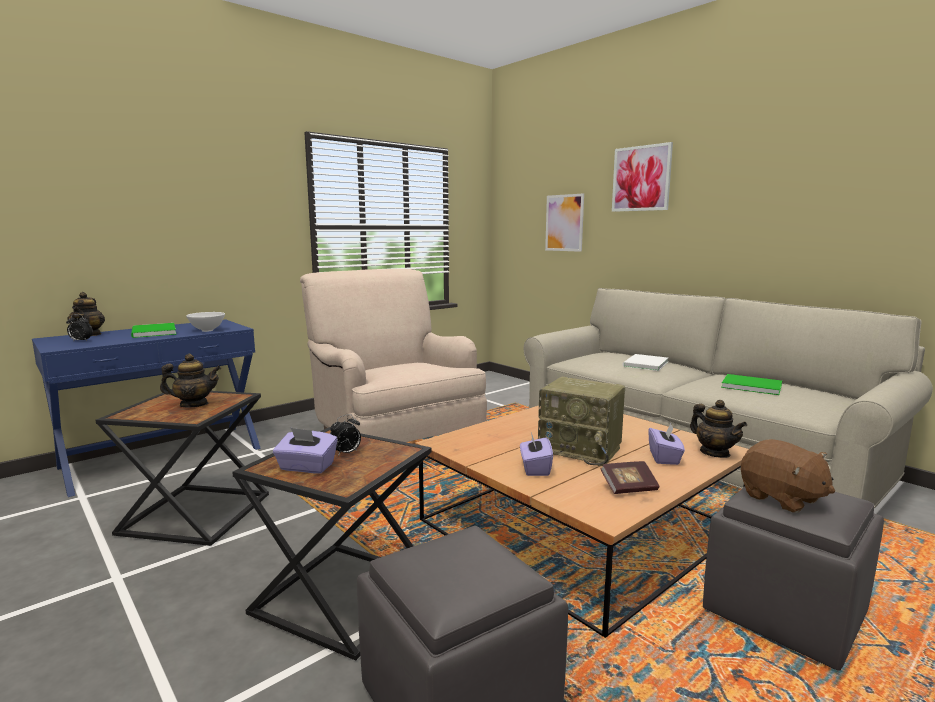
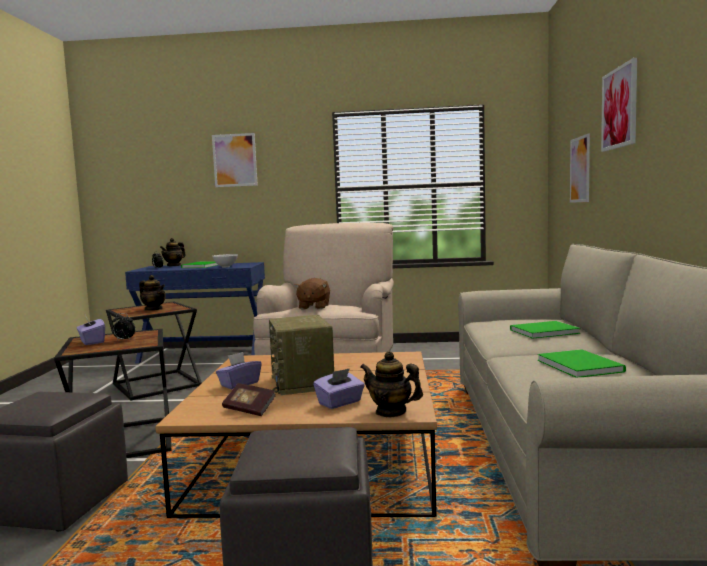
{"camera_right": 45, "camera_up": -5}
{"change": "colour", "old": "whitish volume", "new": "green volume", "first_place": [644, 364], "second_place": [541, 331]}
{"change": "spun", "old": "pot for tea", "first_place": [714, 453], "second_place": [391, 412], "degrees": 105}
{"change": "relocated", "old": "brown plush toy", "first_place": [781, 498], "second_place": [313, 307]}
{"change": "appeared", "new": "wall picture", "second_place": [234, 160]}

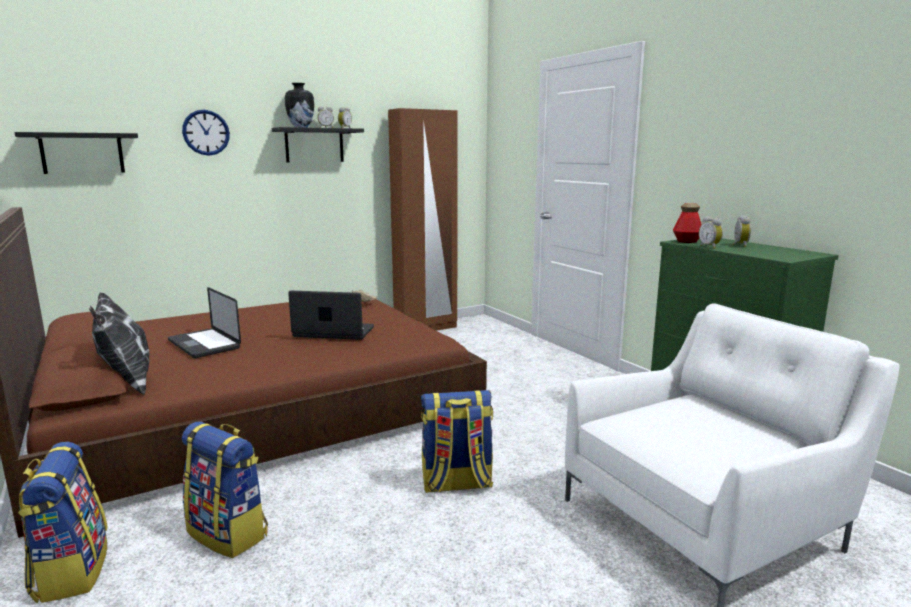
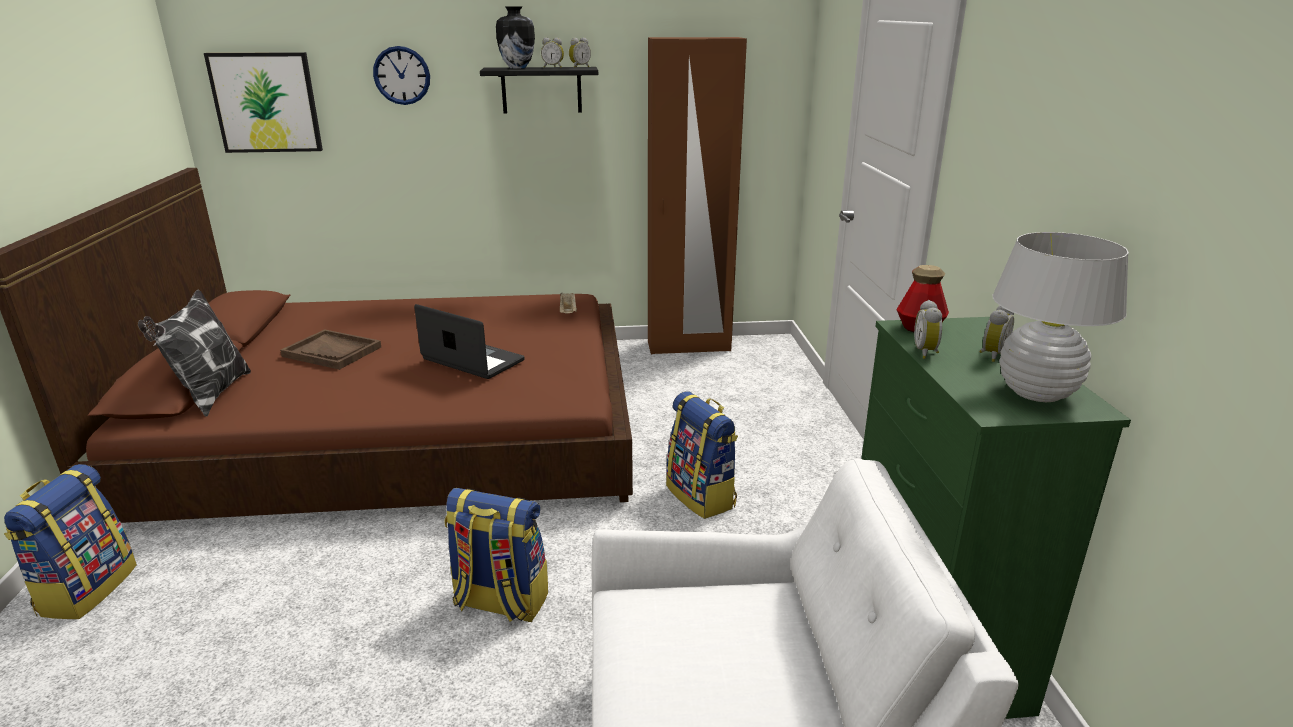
{"camera_right": 25, "camera_up": 10}
{"change": "exchanged", "old": "blackish bracket shelf", "new": "wall picture", "first_place": [82, 153], "second_place": [266, 103]}
{"change": "exchanged", "old": "portable computer", "new": "brown serving tray", "first_place": [204, 344], "second_place": [332, 352]}
{"change": "relocated", "old": "backpack", "first_place": [229, 533], "second_place": [702, 496]}
{"change": "appeared", "new": "whitish lamp for a table", "second_place": [1036, 393]}

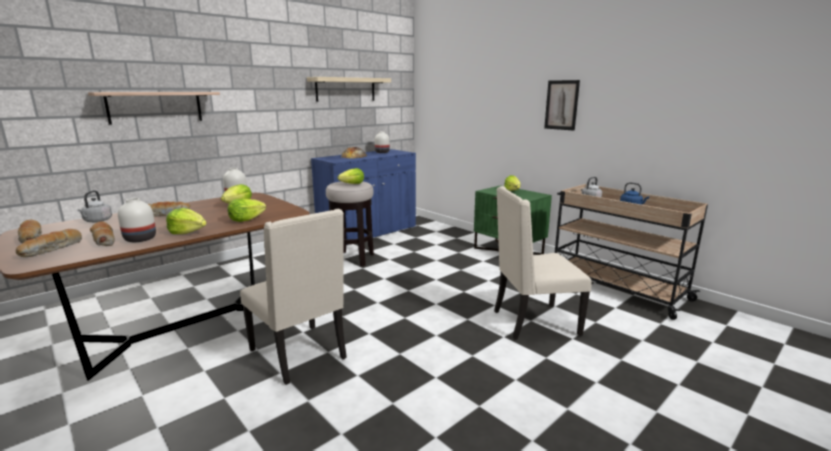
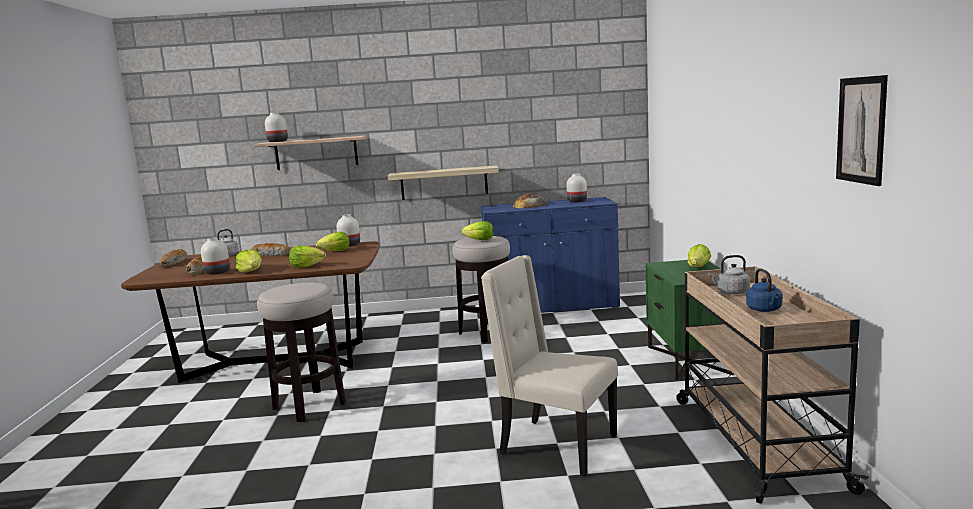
{"camera_right": 40, "camera_up": -5}
{"change": "relocated", "old": "bracket shelf", "first_place": [345, 89], "second_place": [444, 183]}
{"change": "relocated", "old": "wall picture", "first_place": [561, 105], "second_place": [861, 130]}
{"change": "exchanged", "old": "beige-coloured chair", "new": "sitting stool", "first_place": [300, 354], "second_place": [309, 406]}
{"change": "missing", "old": "bakery bread", "first_place": [53, 249]}
{"change": "appeared", "new": "whitish flower vase", "second_place": [278, 141]}

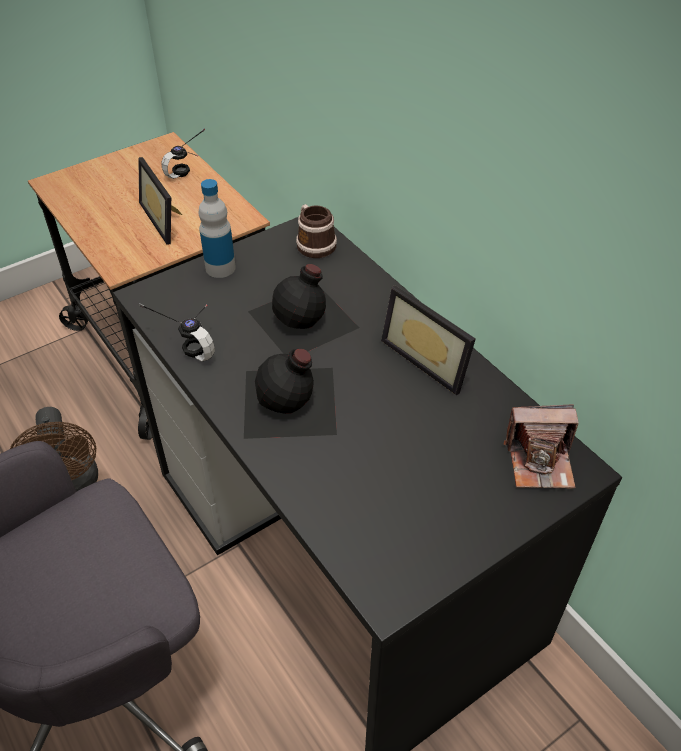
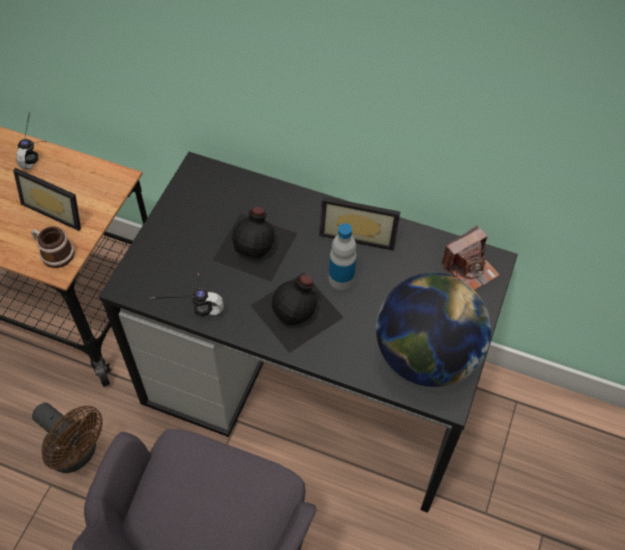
{"camera_right": -35, "camera_up": 10}
{"change": "relocated", "old": "beverage bottle", "first_place": [220, 268], "second_place": [341, 279]}
{"change": "relocated", "old": "mug", "first_place": [314, 243], "second_place": [54, 253]}
{"change": "appeared", "new": "globe", "second_place": [425, 356]}

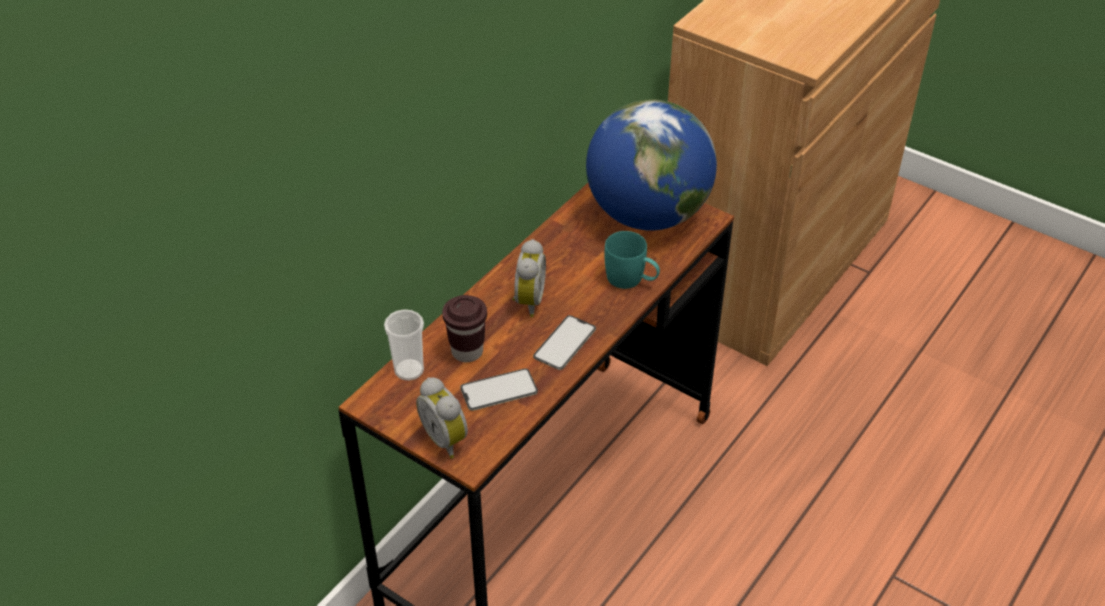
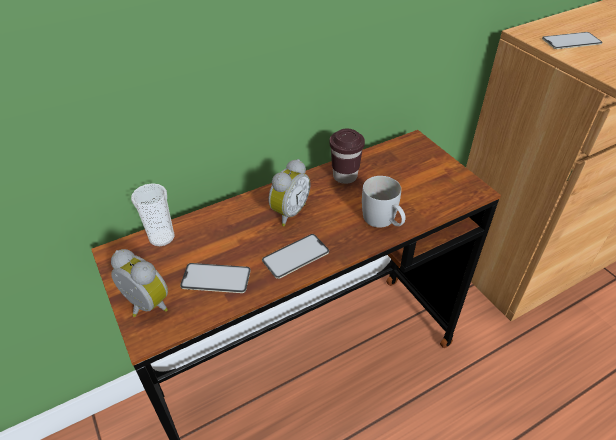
{"camera_right": 25, "camera_up": 0}
{"change": "missing", "old": "globe", "first_place": [647, 215]}
{"change": "colour", "old": "blue-green mug", "new": "whitish mug", "first_place": [631, 280], "second_place": [383, 221]}
{"change": "relocated", "old": "brown drinking cup", "first_place": [467, 351], "second_place": [345, 176]}
{"change": "spun", "old": "table clock", "first_place": [447, 439], "second_place": [145, 306], "degrees": 135}
{"change": "appeared", "new": "phone", "second_place": [571, 41]}

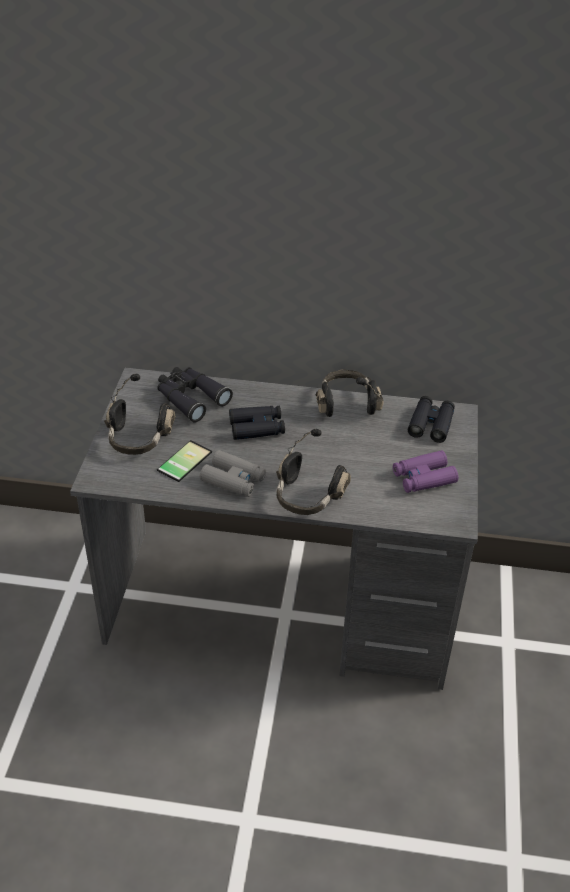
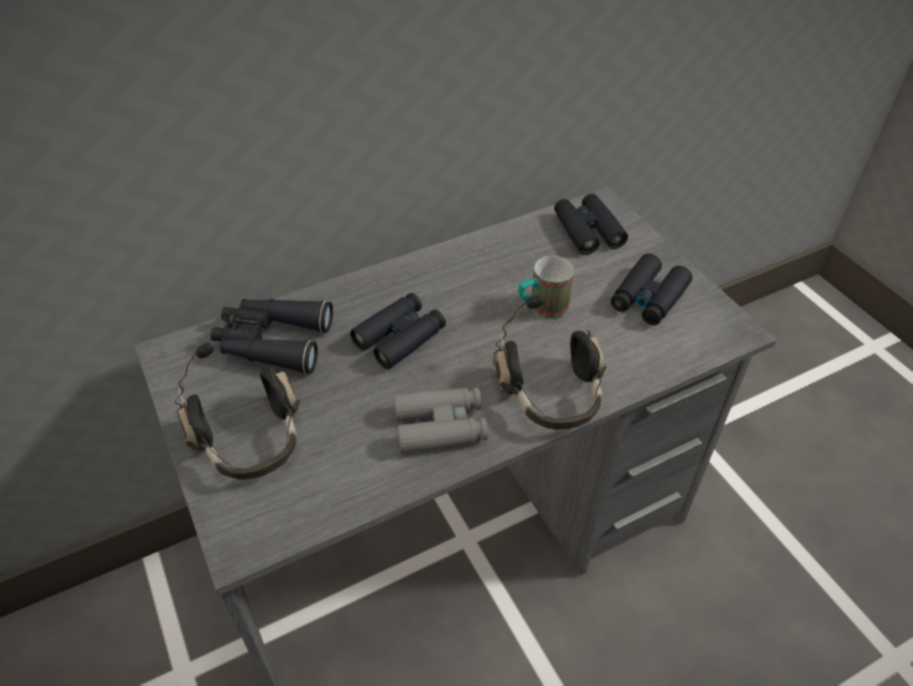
{"camera_right": -35, "camera_up": 5}
{"change": "missing", "old": "blackish pair of headphones", "first_place": [346, 403]}
{"change": "missing", "old": "phone", "first_place": [182, 460]}
{"change": "colour", "old": "purplish field glasses", "new": "blackish field glasses", "first_place": [423, 478], "second_place": [648, 298]}
{"change": "appeared", "new": "mug", "second_place": [541, 309]}

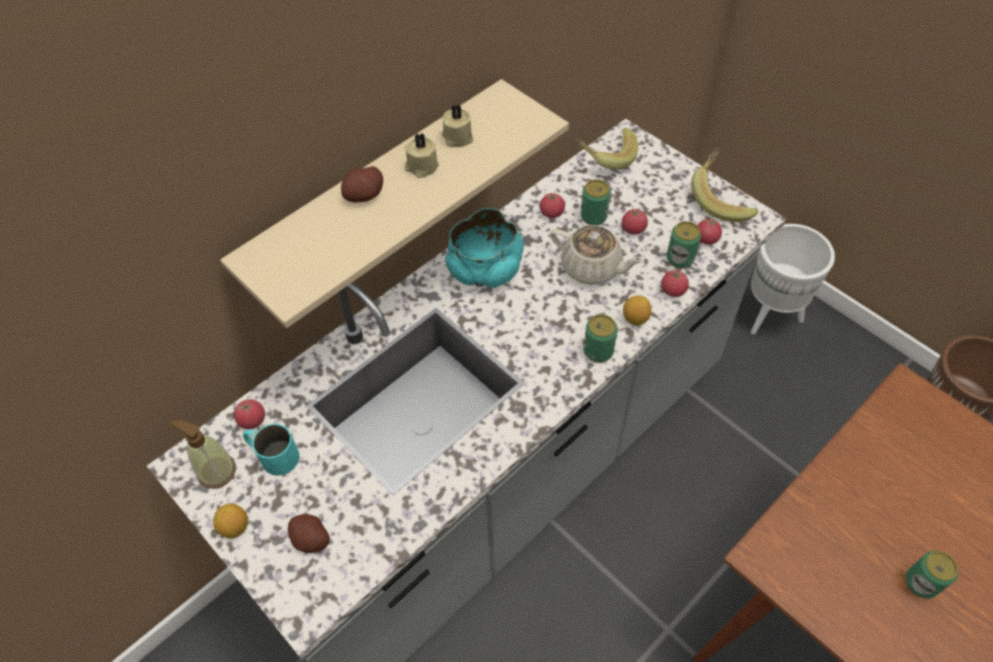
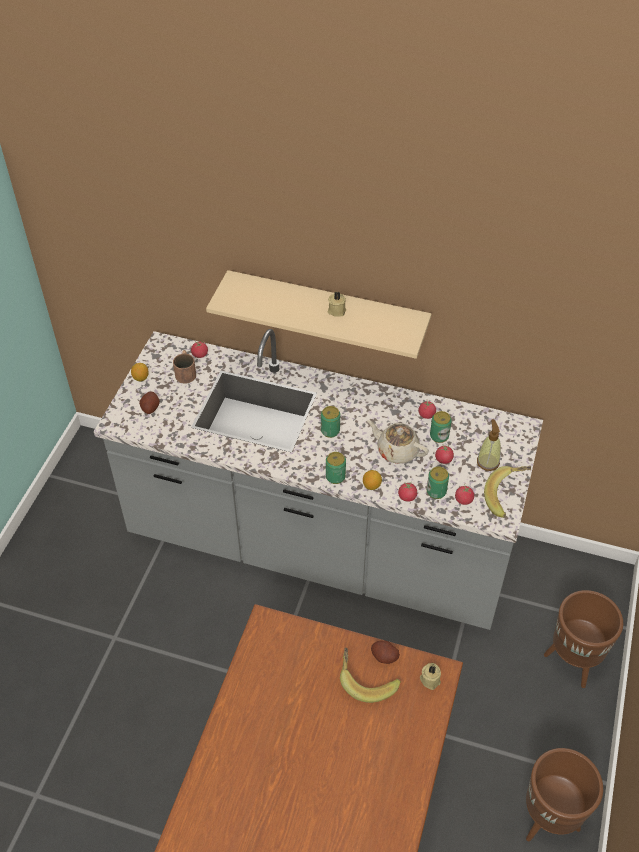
{"camera_right": 60, "camera_up": -5}
{"change": "relocated", "old": "beige-coloured wax light", "first_place": [457, 137], "second_place": [430, 679]}
{"change": "relocated", "old": "banana fruit", "first_place": [605, 156], "second_place": [366, 680]}
{"change": "relocated", "old": "whole potato", "first_place": [364, 195], "second_place": [384, 656]}
{"change": "missing", "old": "blue-green bowl", "first_place": [485, 268]}
{"change": "colour", "old": "whitish flower pot", "new": "brown flower pot", "first_place": [771, 314], "second_place": [573, 662]}
{"change": "spun", "old": "beige-coloured pot for tea", "first_place": [592, 267], "second_place": [396, 451], "degrees": 120}
{"change": "relocated", "old": "soap bottle", "first_place": [216, 471], "second_place": [488, 462]}
{"change": "colour", "old": "blue-green mug", "new": "brown mug", "first_place": [272, 454], "second_place": [185, 371]}
{"change": "relocated", "old": "metal can", "first_place": [921, 583], "second_place": [330, 431]}

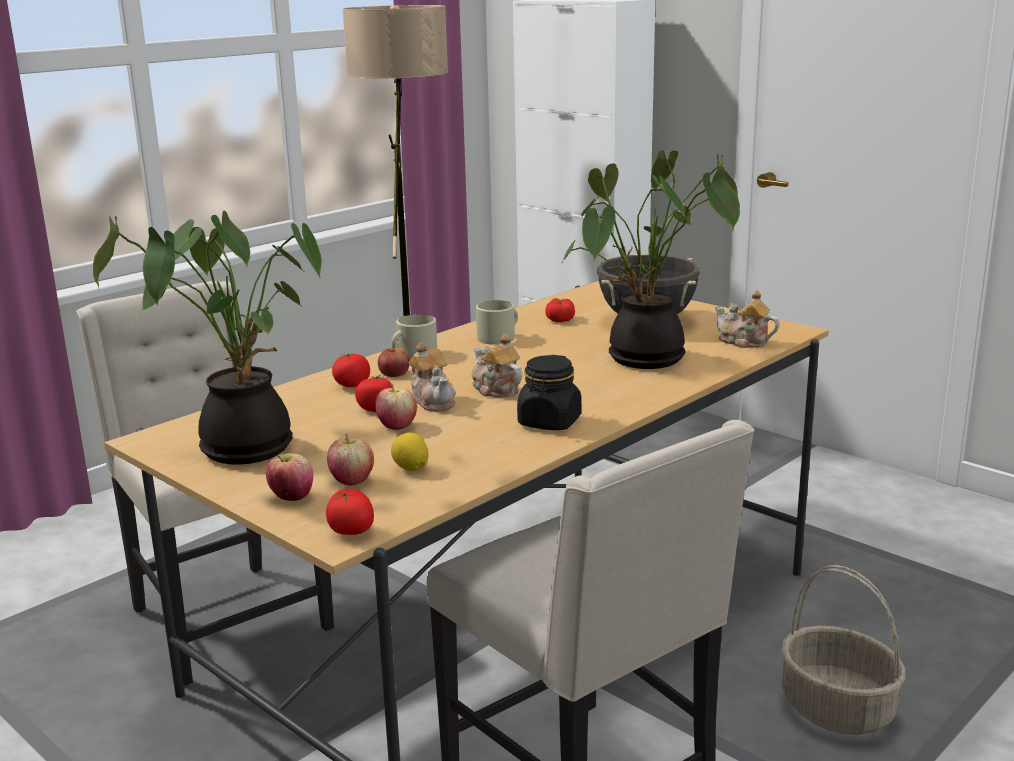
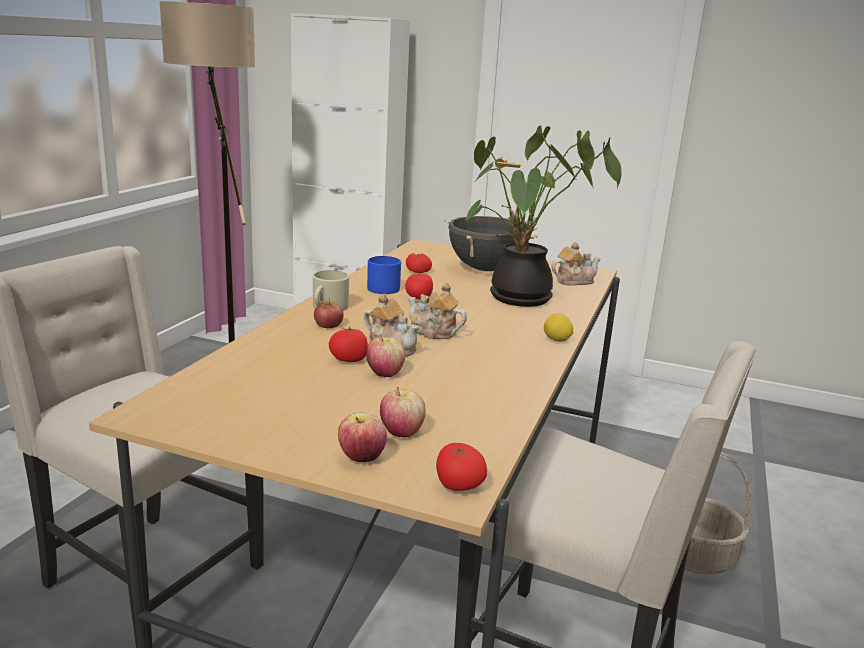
{"camera_right": -25, "camera_up": 0}
{"change": "missing", "old": "potted plant", "first_place": [242, 446]}
{"change": "spun", "old": "pot for tea", "first_place": [744, 342], "second_place": [573, 281], "degrees": 150}
{"change": "colour", "old": "beige-coloured mug", "new": "blue mug", "first_place": [499, 337], "second_place": [385, 287]}
{"change": "relocated", "old": "whole tomato", "first_place": [352, 385], "second_place": [419, 298]}
{"change": "missing", "old": "blackish storage jar", "first_place": [549, 422]}
{"change": "relocated", "old": "lemon", "first_place": [410, 469], "second_place": [556, 340]}

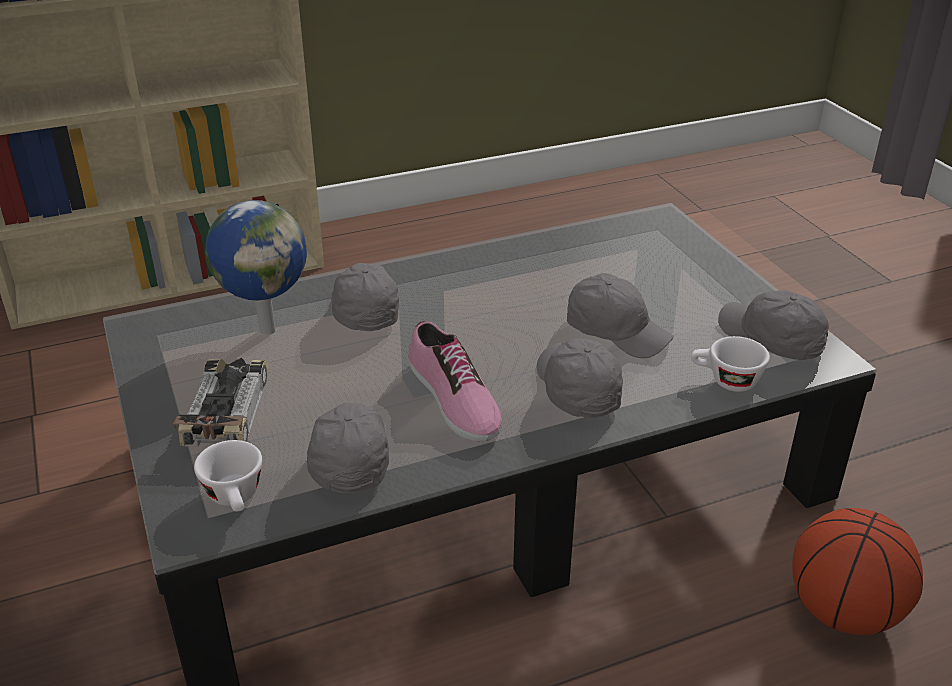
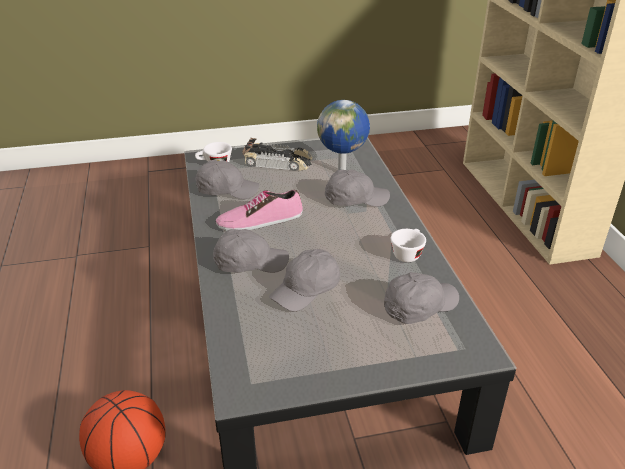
{"camera_right": 100, "camera_up": 0}
{"change": "relocated", "old": "grey cap", "first_place": [771, 340], "second_place": [419, 306]}
{"change": "relocated", "old": "whitish drinking cup", "first_place": [725, 381], "second_place": [407, 253]}

